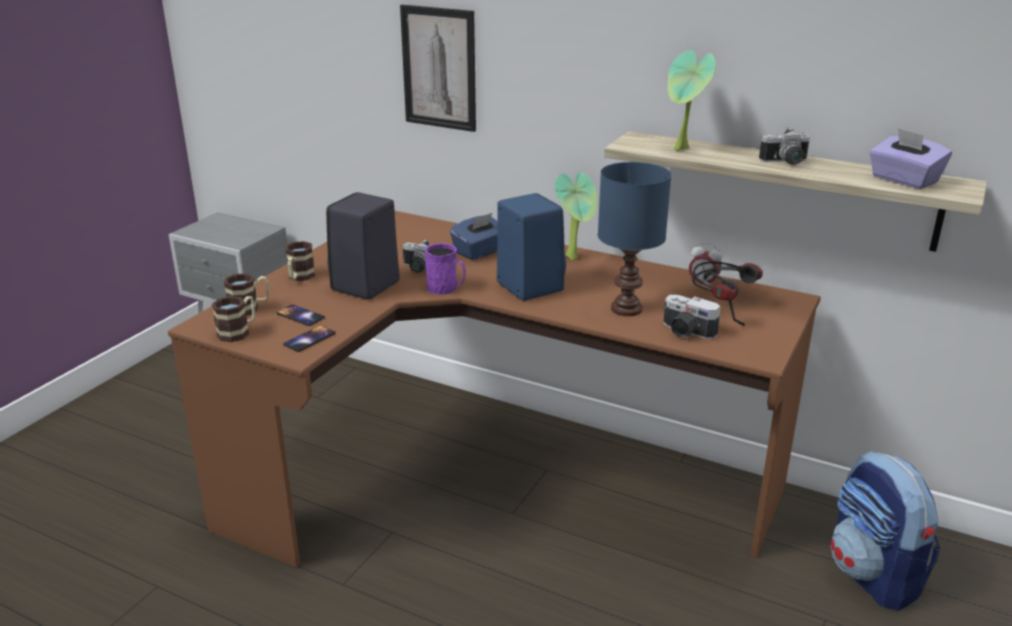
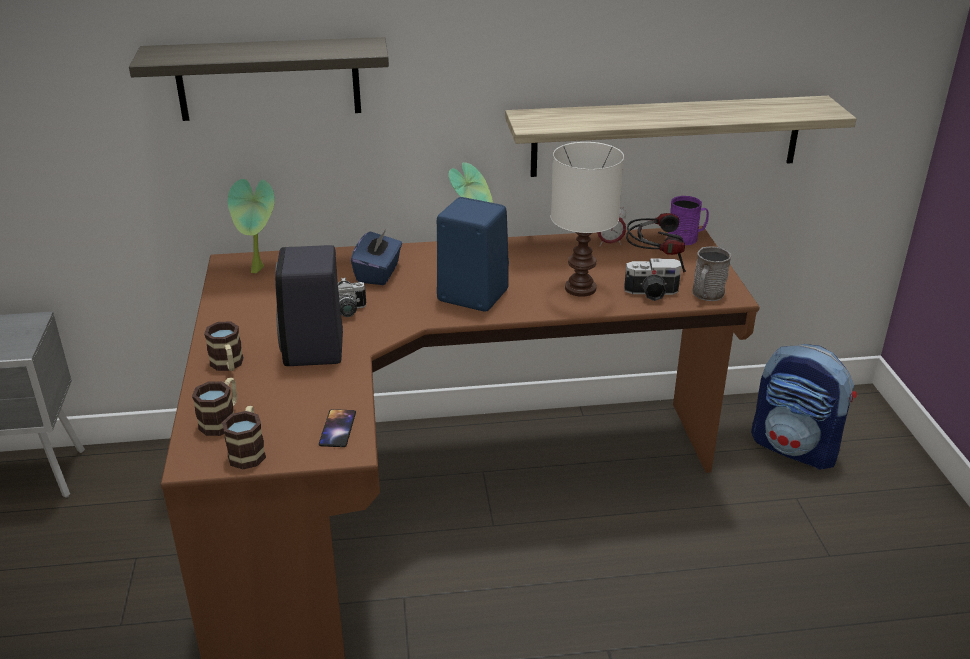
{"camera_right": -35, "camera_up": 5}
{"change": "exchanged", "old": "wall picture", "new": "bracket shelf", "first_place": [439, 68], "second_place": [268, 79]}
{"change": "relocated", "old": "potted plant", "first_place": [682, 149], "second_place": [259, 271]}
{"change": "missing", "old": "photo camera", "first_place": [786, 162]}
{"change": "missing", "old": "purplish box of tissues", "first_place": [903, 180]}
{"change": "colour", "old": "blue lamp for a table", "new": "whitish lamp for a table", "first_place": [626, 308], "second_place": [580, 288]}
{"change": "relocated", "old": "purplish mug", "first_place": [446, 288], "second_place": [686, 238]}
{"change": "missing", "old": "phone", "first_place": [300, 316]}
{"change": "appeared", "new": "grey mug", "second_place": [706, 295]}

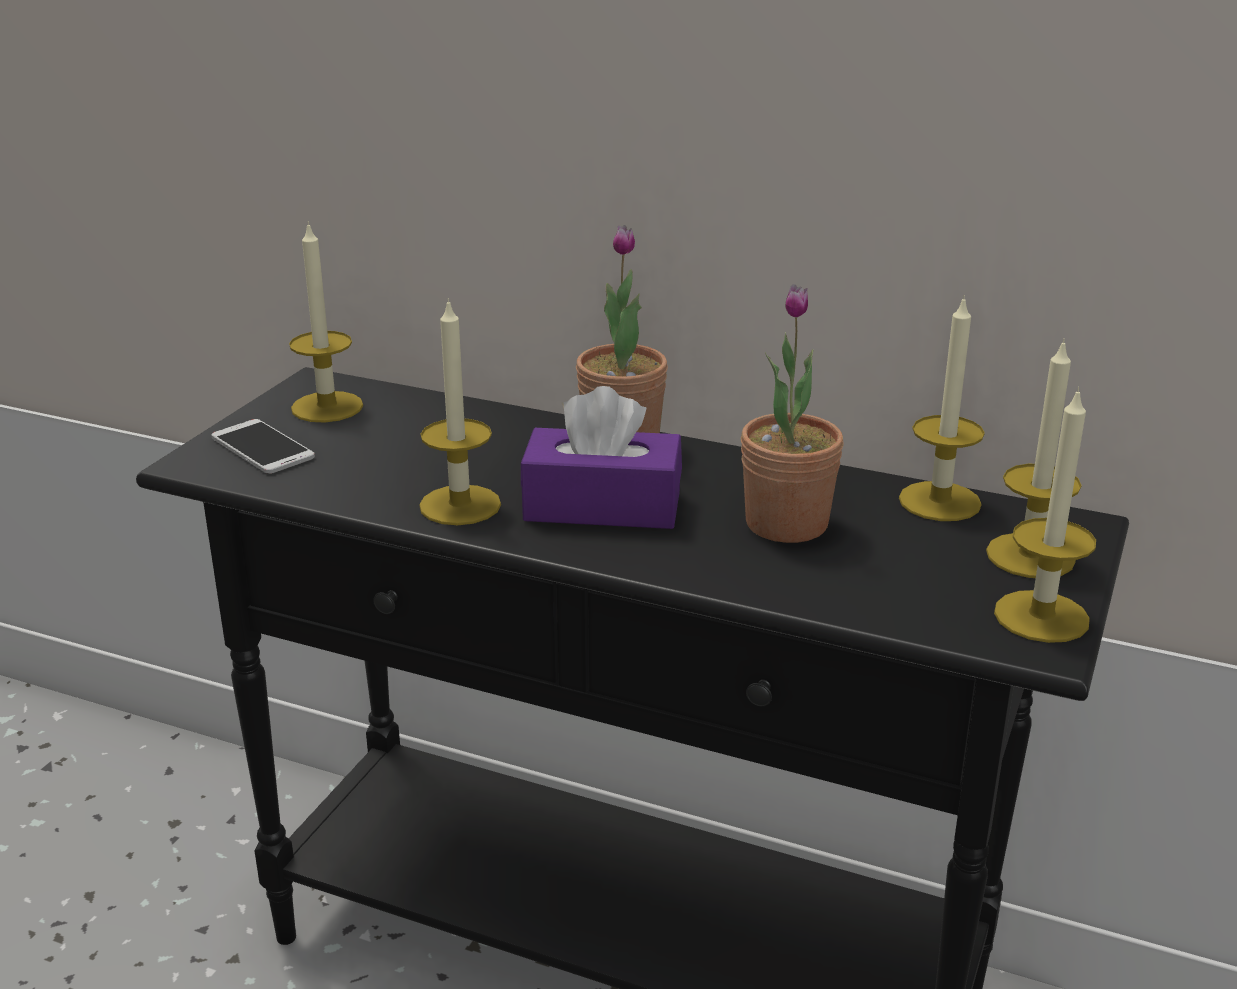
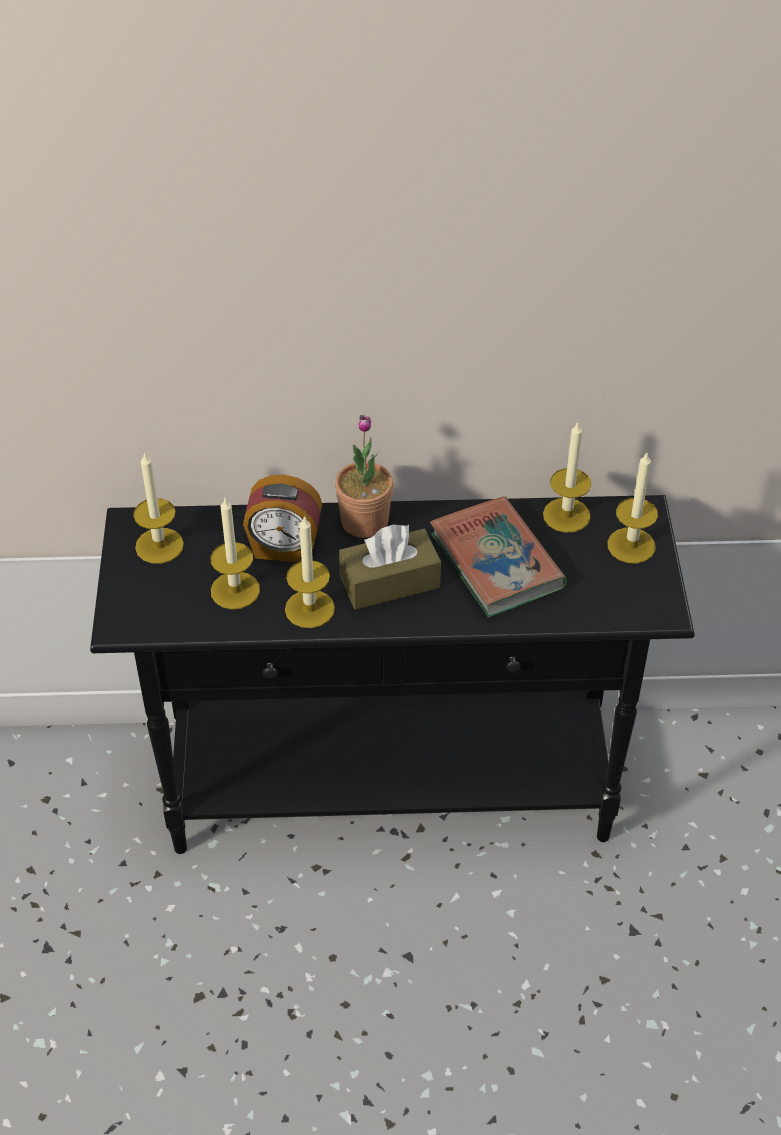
{"camera_right": -25, "camera_up": 20}
{"change": "exchanged", "old": "potted plant", "new": "volume", "first_place": [786, 523], "second_place": [496, 562]}
{"change": "colour", "old": "purplish box of tissues", "new": "brown box of tissues", "first_place": [602, 506], "second_place": [389, 582]}
{"change": "relocated", "old": "wax light", "first_place": [1041, 616], "second_place": [235, 590]}
{"change": "missing", "old": "phone", "first_place": [262, 448]}
{"change": "appeared", "new": "table clock", "second_place": [285, 548]}

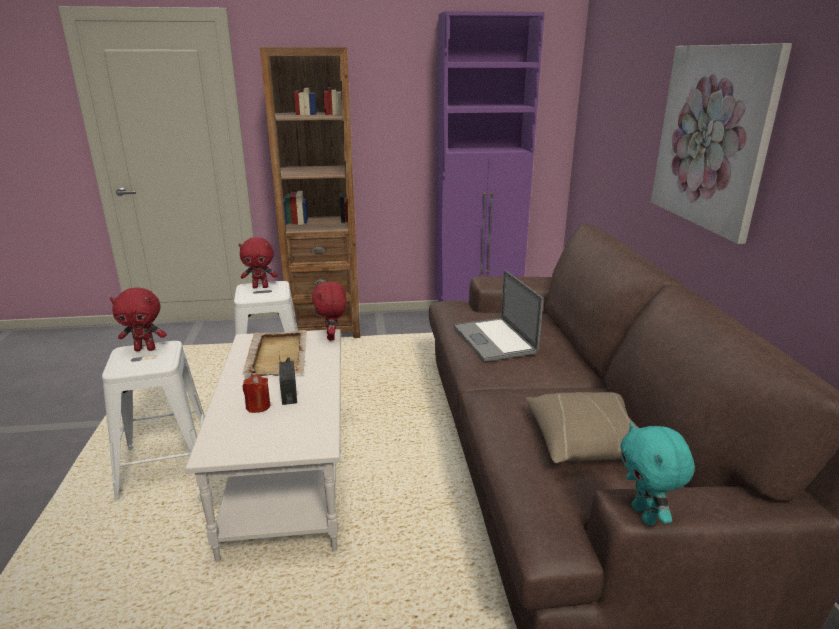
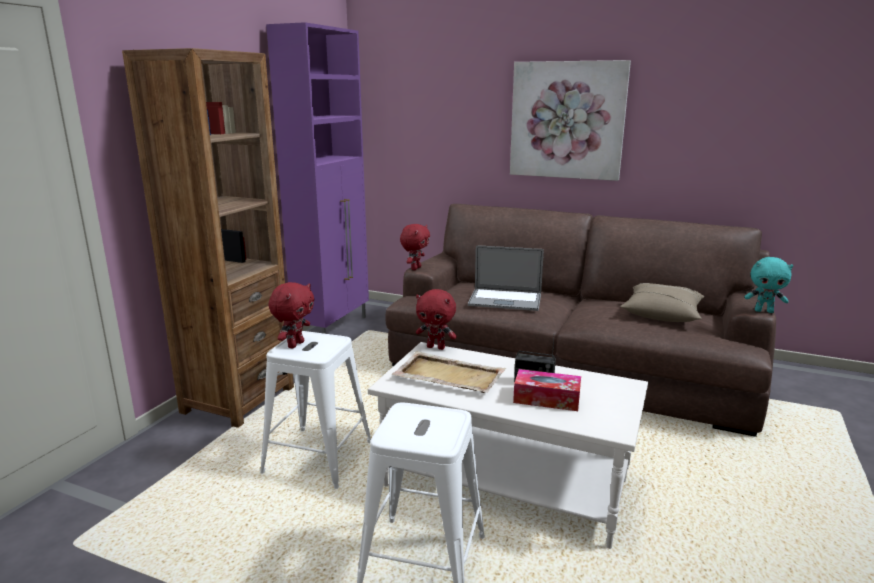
{"camera_right": -60, "camera_up": -5}
{"change": "relocated", "old": "red plush toy", "first_place": [146, 349], "second_place": [415, 268]}
{"change": "exchanged", "old": "red wax light", "new": "box of tissues", "first_place": [258, 406], "second_place": [546, 399]}

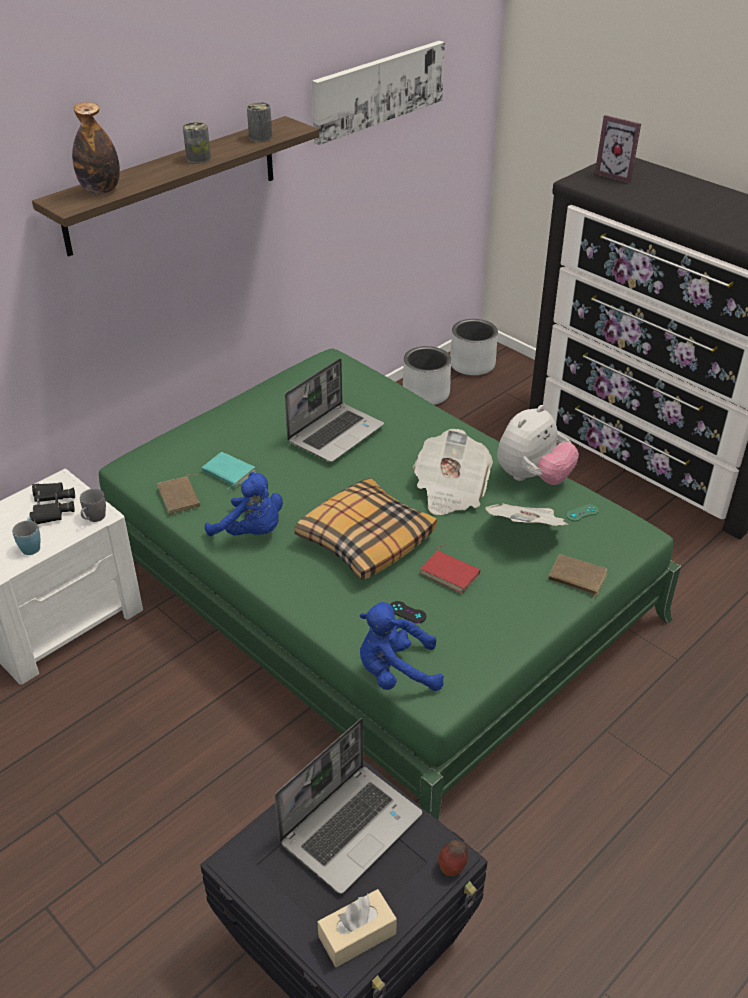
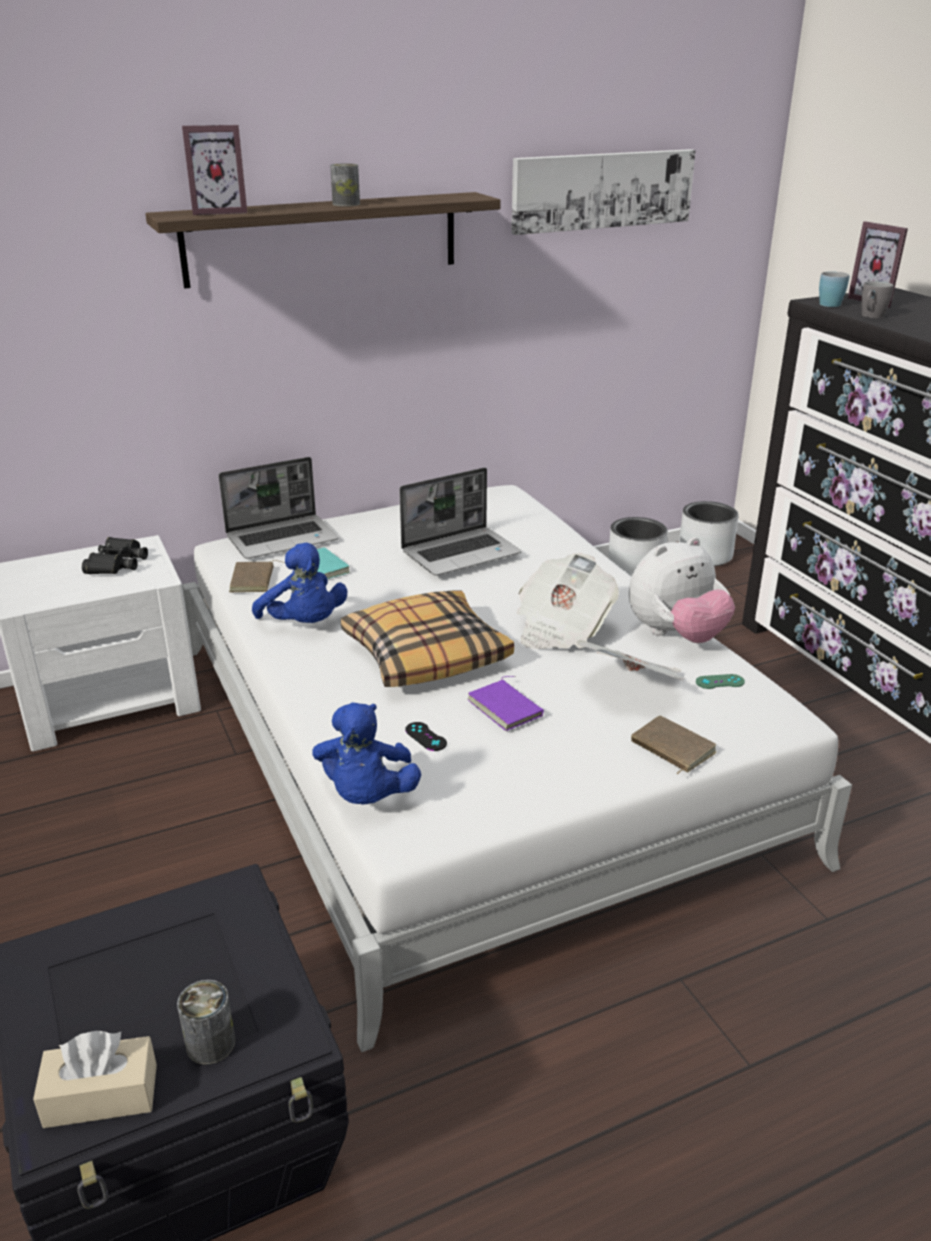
{"camera_right": 20, "camera_up": -10}
{"change": "exchanged", "old": "beverage bottle", "new": "photo frame", "first_place": [101, 190], "second_place": [219, 212]}
{"change": "relocated", "old": "metal can", "first_place": [260, 137], "second_place": [210, 1043]}
{"change": "colour", "old": "green sleeping bed", "new": "whitish sleeping bed", "first_place": [374, 587], "second_place": [465, 745]}
{"change": "relocated", "old": "grey mug", "first_place": [94, 519], "second_place": [870, 316]}
{"change": "relocated", "old": "blue mug", "first_place": [31, 545], "second_place": [829, 303]}
{"change": "colour", "old": "red volume", "new": "purplish volume", "first_place": [451, 573], "second_place": [507, 708]}
{"change": "spun", "old": "blue plush toy", "first_place": [395, 672], "second_place": [367, 796], "degrees": -105}
{"change": "relocated", "old": "portable computer", "first_place": [351, 827], "second_place": [283, 538]}
{"change": "missing", "old": "apple fruit", "first_place": [452, 867]}

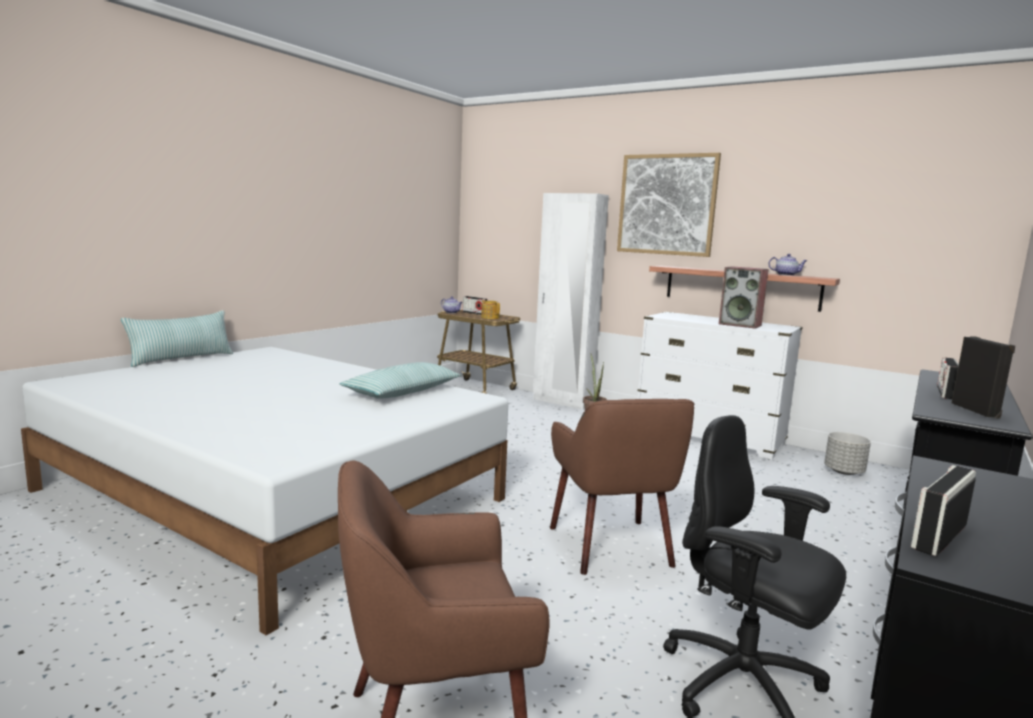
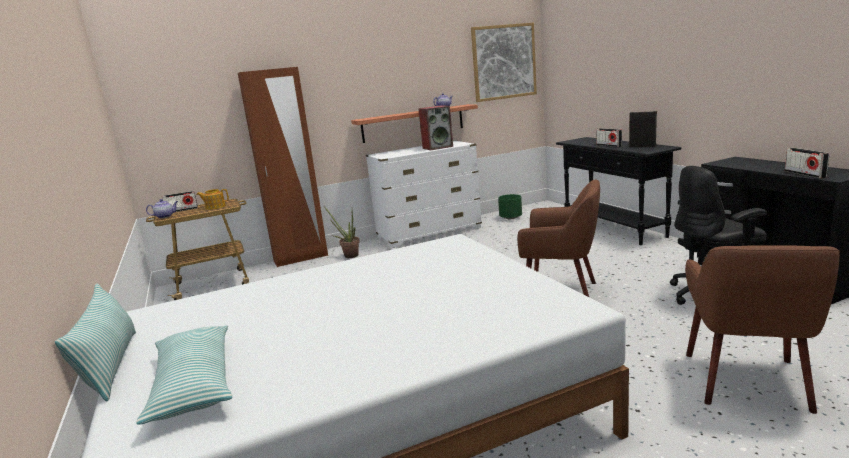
{"camera_right": -55, "camera_up": 5}
{"change": "relocated", "old": "wall picture", "first_place": [667, 204], "second_place": [504, 62]}
{"change": "colour", "old": "whitish armoire", "new": "brown armoire", "first_place": [562, 402], "second_place": [301, 258]}
{"change": "relocated", "old": "throw pillow", "first_place": [403, 392], "second_place": [193, 383]}
{"change": "colour", "old": "grey flower pot", "new": "green flower pot", "first_place": [844, 471], "second_place": [510, 218]}

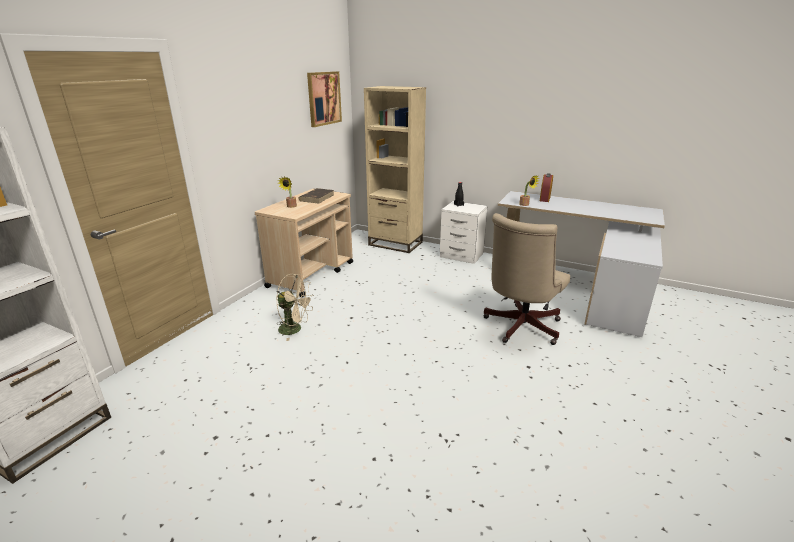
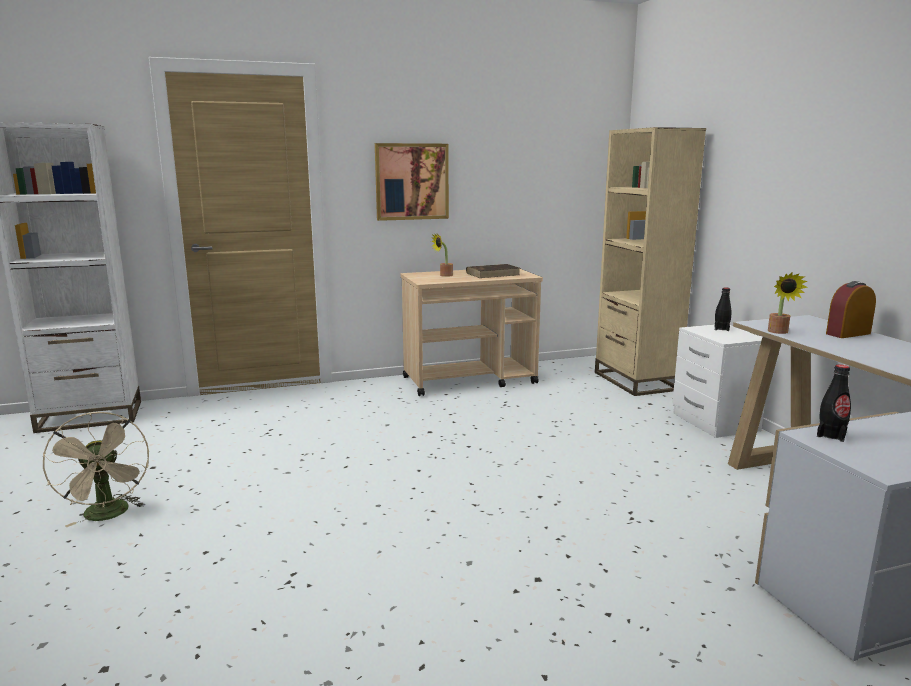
{"camera_right": 45, "camera_up": -10}
{"change": "relocated", "old": "wall picture", "first_place": [324, 98], "second_place": [411, 181]}
{"change": "missing", "old": "beige-coloured desk chair", "first_place": [519, 328]}
{"change": "relocated", "old": "beige-coloured fan", "first_place": [295, 329], "second_place": [108, 515]}
{"change": "appeared", "new": "blackish beverage bottle", "second_place": [831, 435]}

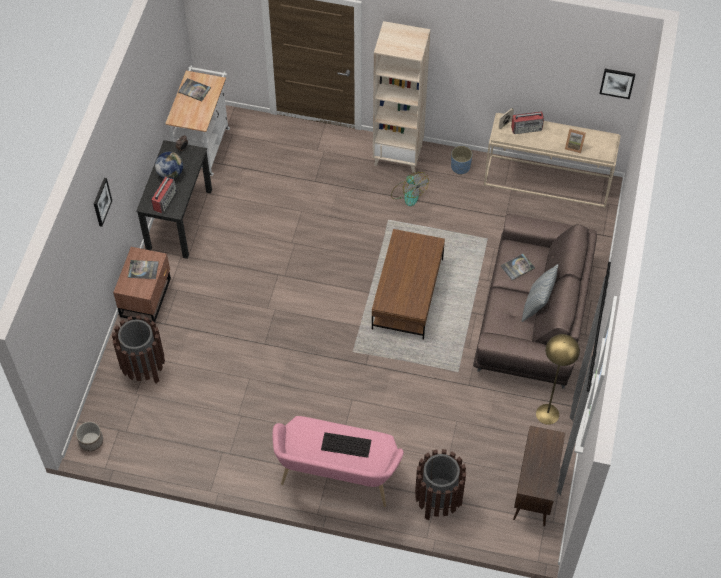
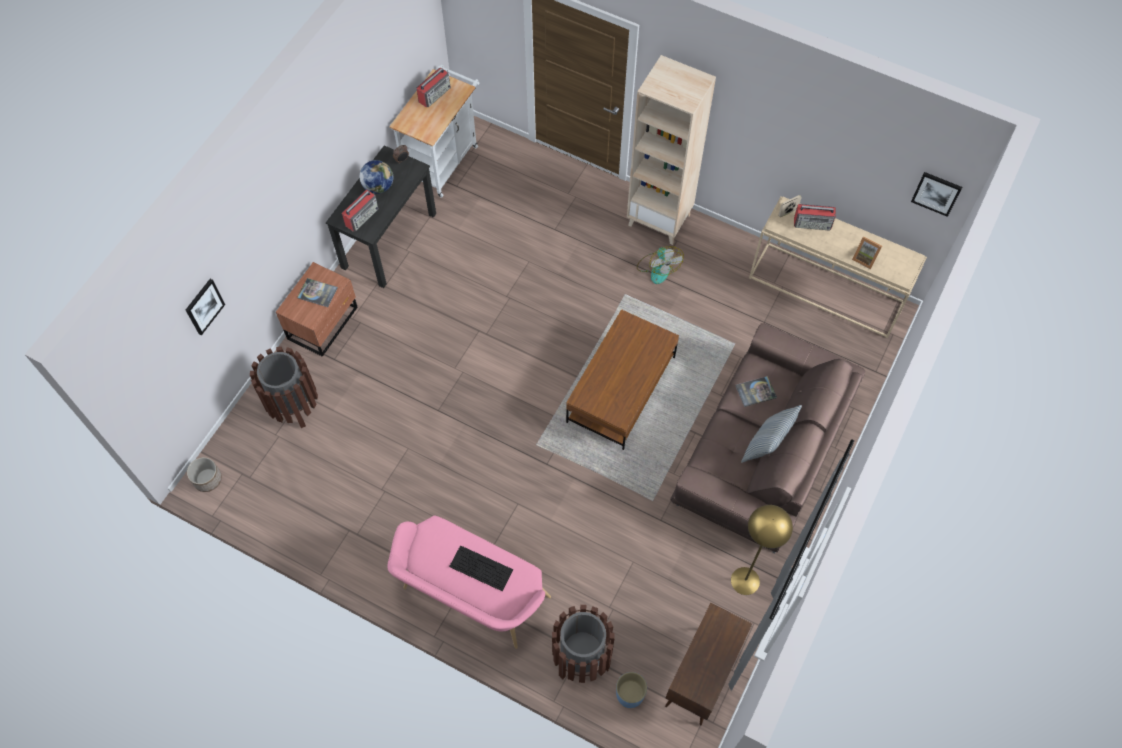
{"camera_right": 15, "camera_up": 5}
{"change": "exchanged", "old": "volume", "new": "radio receiver", "first_place": [194, 90], "second_place": [435, 94]}
{"change": "relocated", "old": "blue flower pot", "first_place": [460, 167], "second_place": [630, 694]}
{"change": "relocated", "old": "wall picture", "first_place": [101, 202], "second_place": [204, 306]}

